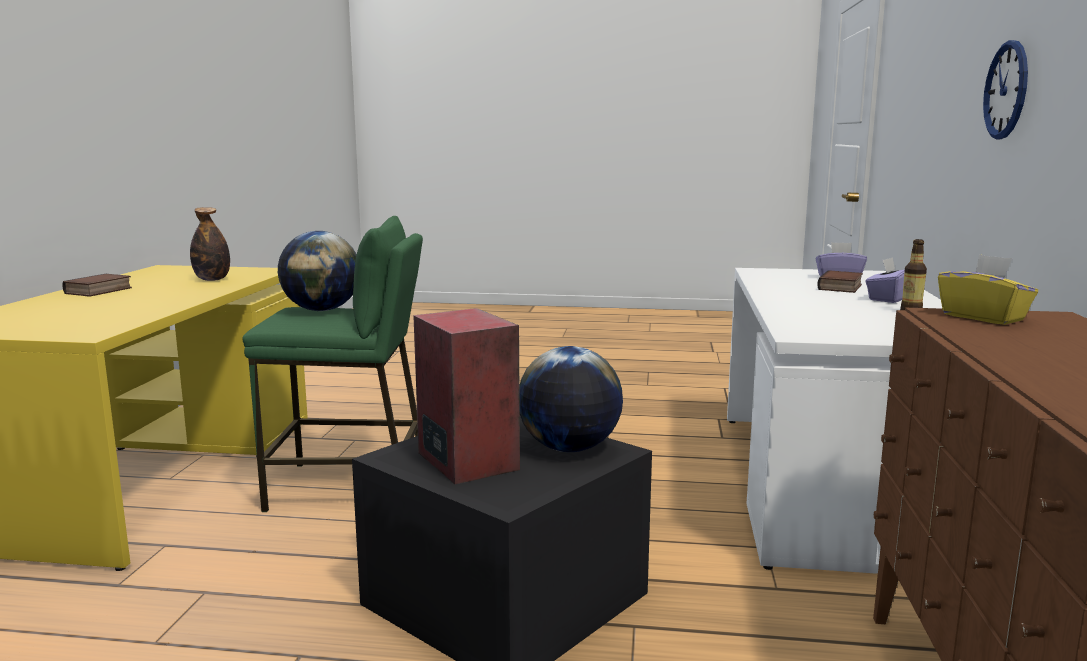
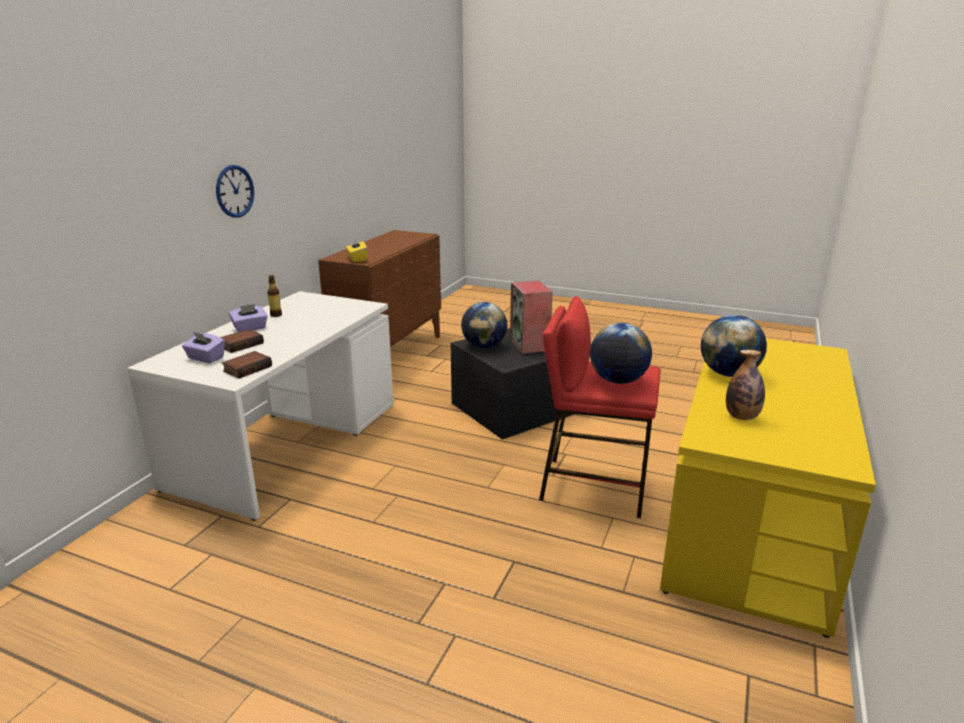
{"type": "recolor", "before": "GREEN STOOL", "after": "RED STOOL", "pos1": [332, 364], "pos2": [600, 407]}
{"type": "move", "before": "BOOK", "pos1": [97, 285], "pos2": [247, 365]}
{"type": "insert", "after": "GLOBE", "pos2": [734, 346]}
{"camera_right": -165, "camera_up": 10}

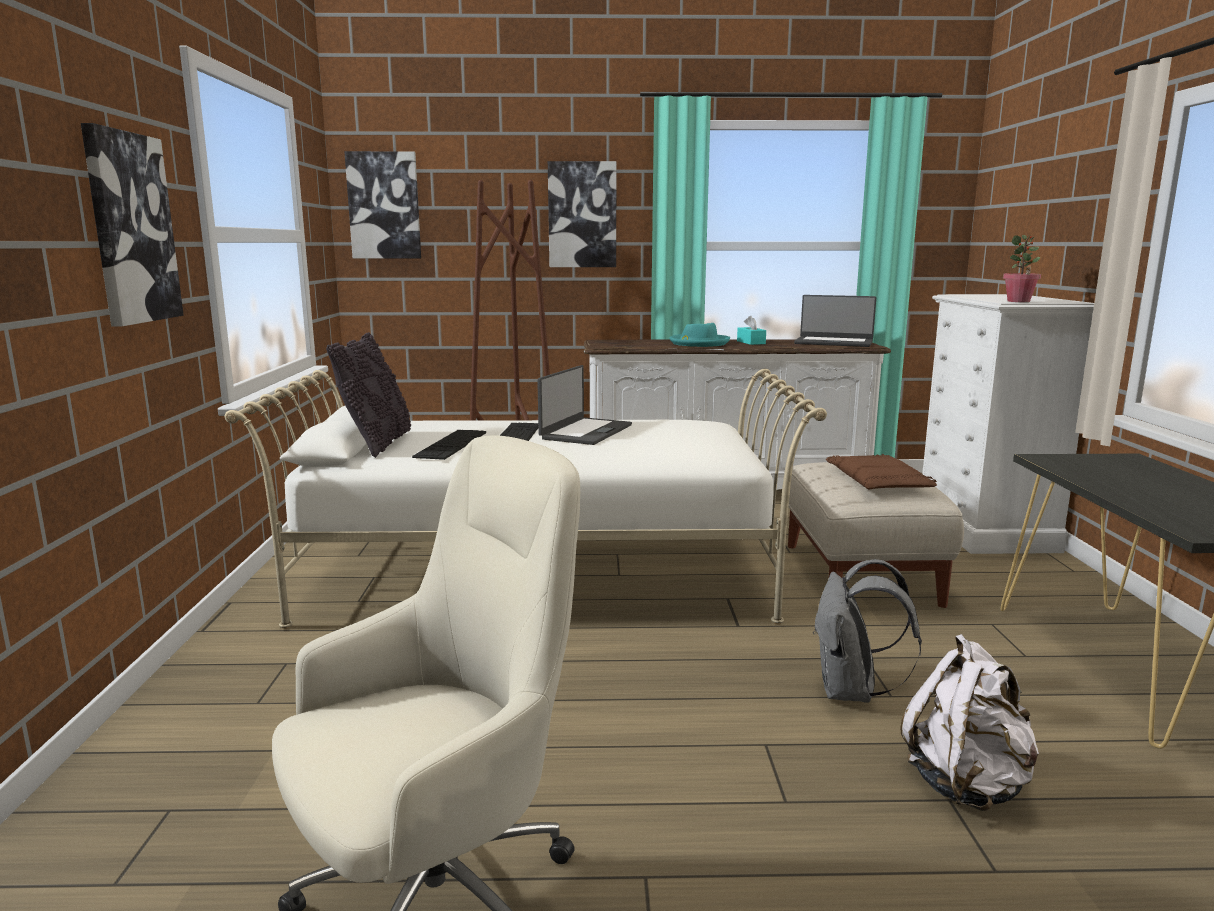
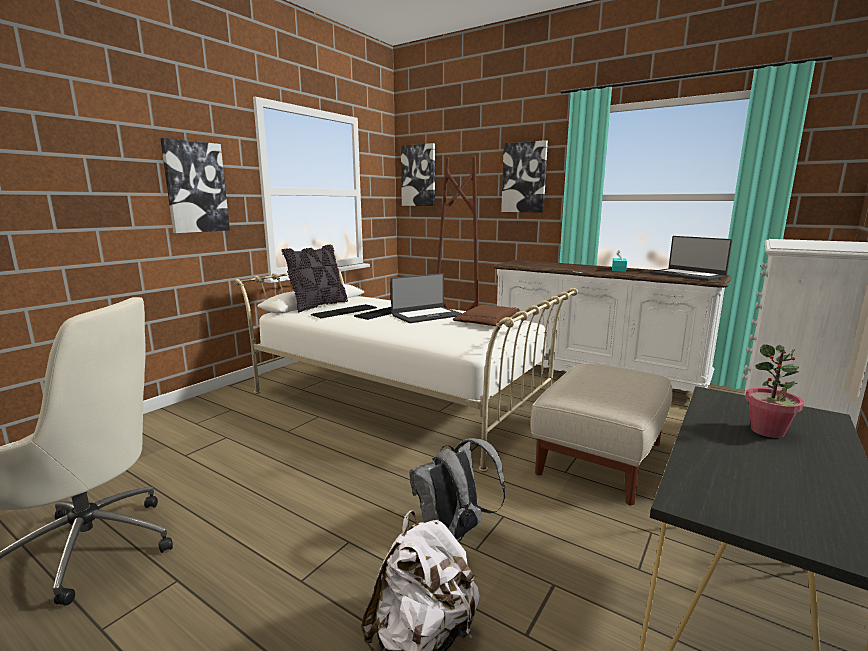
{"type": "move", "before": "POTTED PLANT", "pos1": [1022, 268], "pos2": [774, 391]}
{"type": "delete", "before": "TURQUOISE HAT", "pos1": [699, 335]}
{"type": "move", "before": "BROWN PILLOW", "pos1": [881, 472], "pos2": [486, 315]}
{"camera_right": 35, "camera_up": 0}

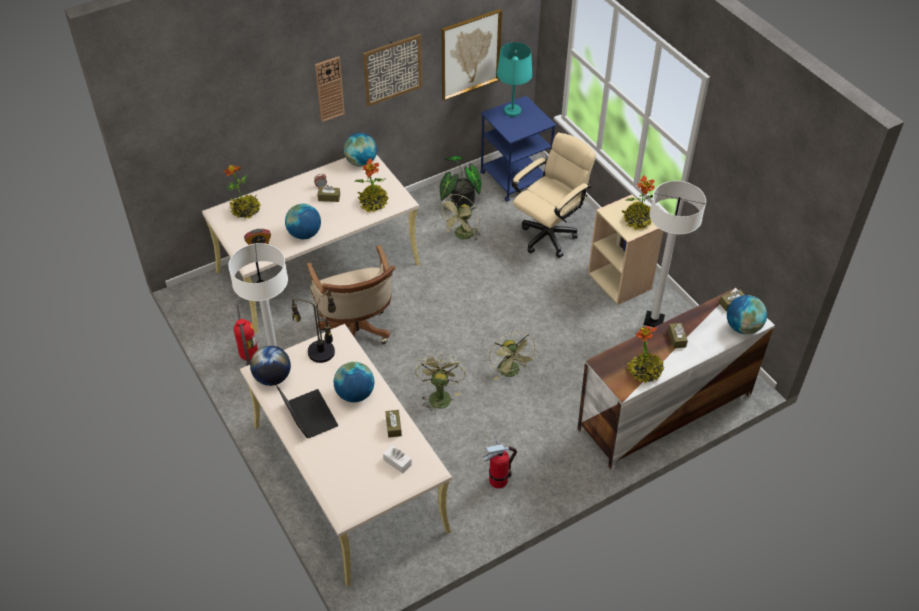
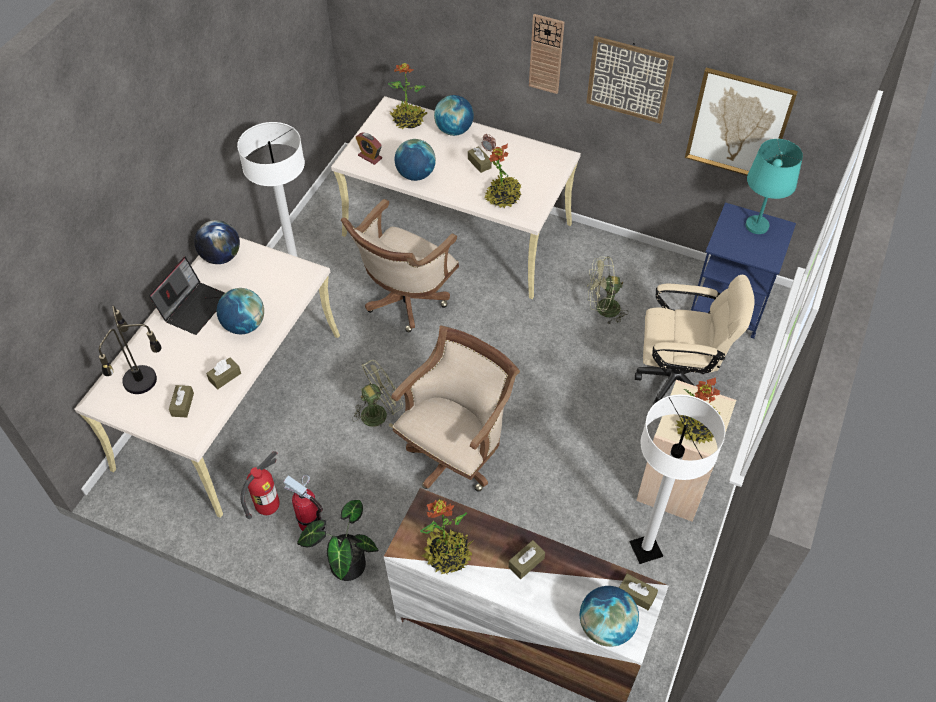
{"type": "move", "before": "GLOBE", "pos1": [360, 150], "pos2": [454, 115]}
{"type": "move", "before": "POTTED PLANT", "pos1": [461, 182], "pos2": [338, 540]}
{"type": "move", "before": "TABLE LAMP", "pos1": [313, 326], "pos2": [130, 349]}
{"type": "move", "before": "FIRE EXTINGUISHER", "pos1": [246, 335], "pos2": [260, 485]}
{"type": "replace", "before": "GREEN FAN", "after": "OFFICE CHAIR", "pos1": [513, 356], "pos2": [455, 408]}
{"type": "recolor", "before": "WHITE TISSUE BOX", "after": "BROWN TISSUE BOX", "pos1": [397, 459], "pos2": [181, 401]}
{"camera_right": 55, "camera_up": 5}

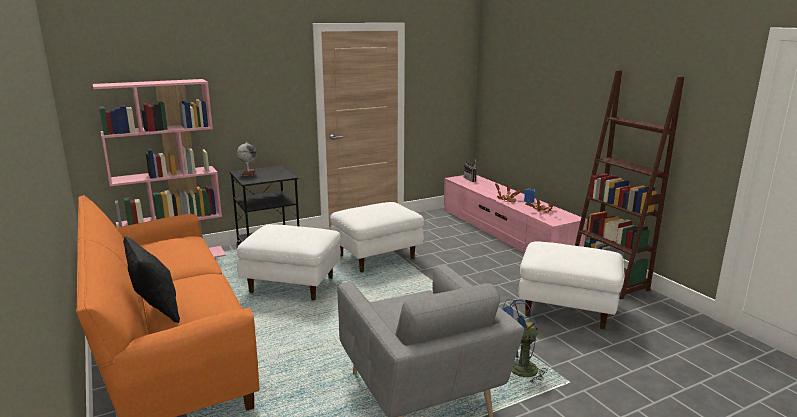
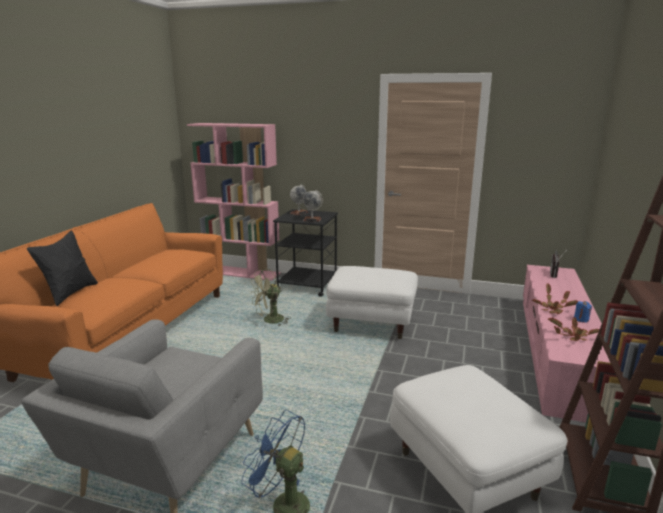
{"type": "replace", "before": "WHITE OTTOMAN", "after": "GREEN FAN", "pos1": [289, 262], "pos2": [269, 297]}
{"type": "insert", "after": "GLOBE", "pos2": [313, 206]}
{"camera_right": 45, "camera_up": 0}

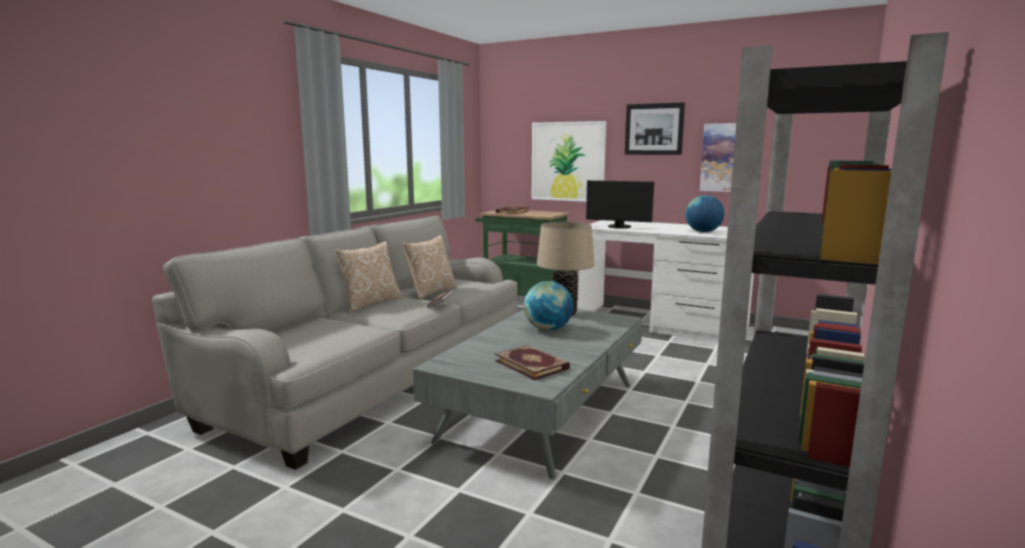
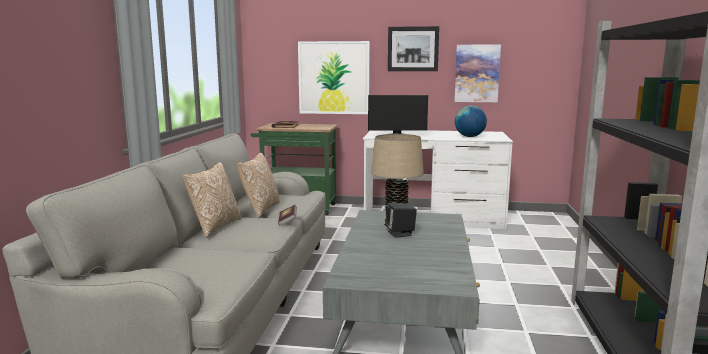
{"type": "replace", "before": "GLOBE", "after": "BLACK SPEAKER", "pos1": [549, 306], "pos2": [400, 220]}
{"type": "delete", "before": "BOOK", "pos1": [532, 362]}
{"camera_right": -20, "camera_up": 0}

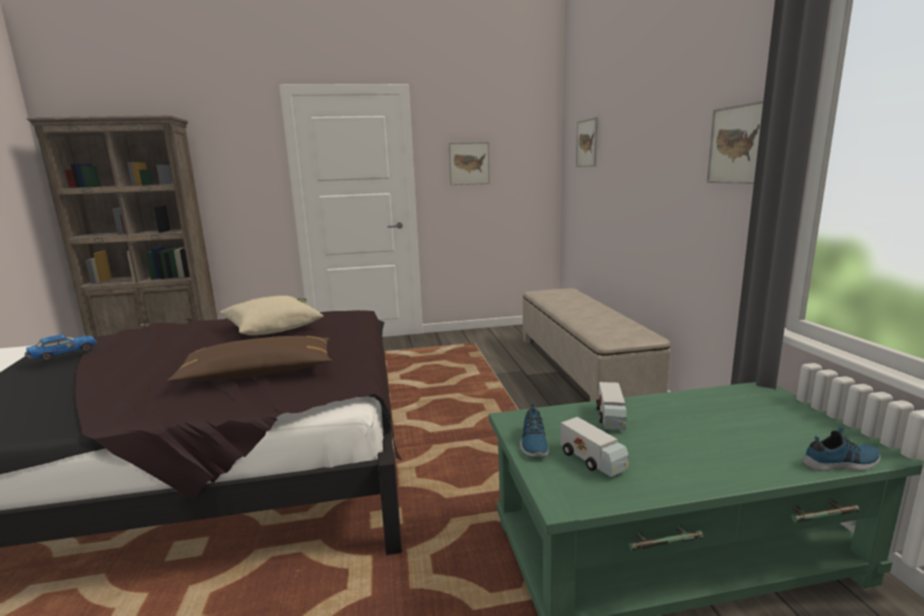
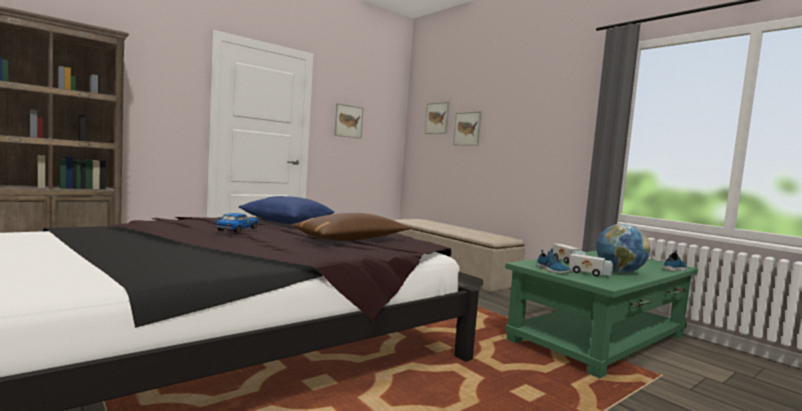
{"type": "move", "before": "PICTURE", "pos1": [735, 142], "pos2": [467, 128]}
{"type": "recolor", "before": "BEIGE PILLOW", "after": "BLUE PILLOW", "pos1": [271, 315], "pos2": [286, 210]}
{"type": "move", "before": "TOY CAR", "pos1": [61, 348], "pos2": [236, 223]}
{"type": "insert", "after": "GLOBE", "pos2": [623, 248]}
{"camera_right": -30, "camera_up": -10}

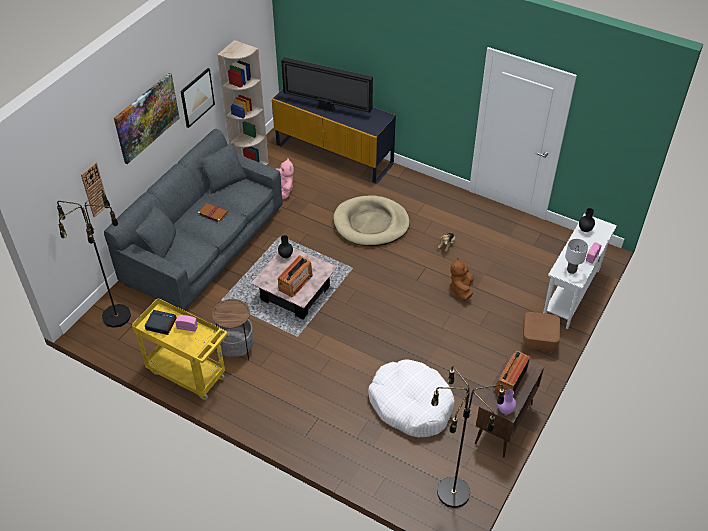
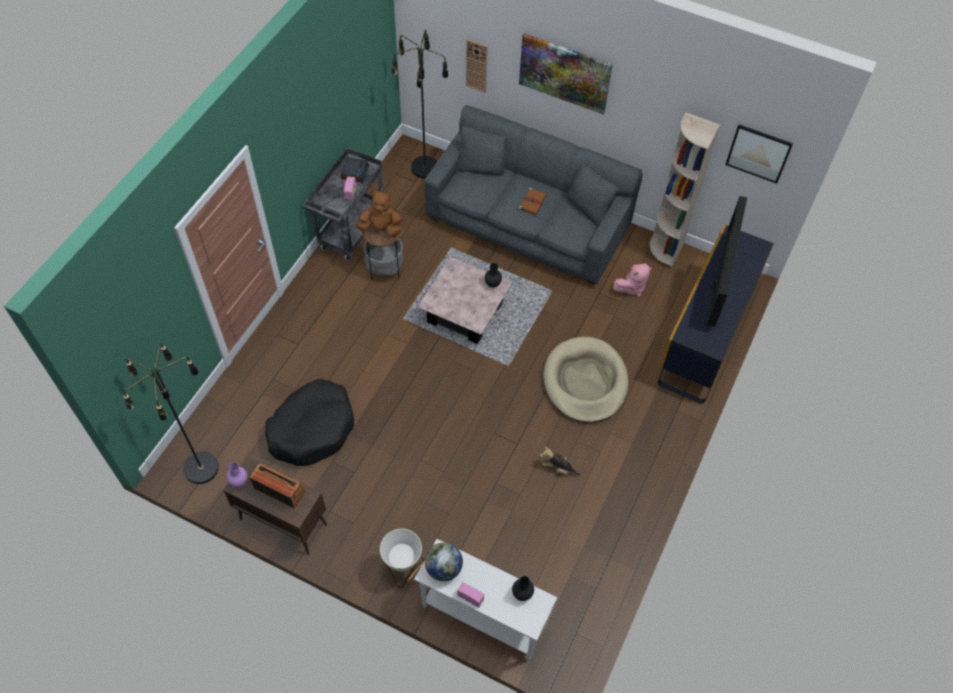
{"type": "move", "before": "PICTURE", "pos1": [198, 98], "pos2": [759, 154]}
{"type": "replace", "before": "WHITE TABLE LAMP", "after": "GLOBE", "pos1": [576, 256], "pos2": [444, 561]}
{"type": "delete", "before": "RADIO", "pos1": [295, 276]}
{"type": "move", "before": "BROWN PLUSH TOY", "pos1": [462, 278], "pos2": [379, 213]}
{"type": "recolor", "before": "YELLOW CART", "after": "GREY CART", "pos1": [179, 349], "pos2": [343, 204]}
{"type": "replace", "before": "BROWN OTTOMAN", "after": "PLANTER", "pos1": [541, 332], "pos2": [402, 559]}
{"type": "recolor", "before": "WHITE DOG BED", "after": "BLACK DOG BED", "pos1": [411, 398], "pos2": [309, 422]}
{"camera_right": 85, "camera_up": 10}

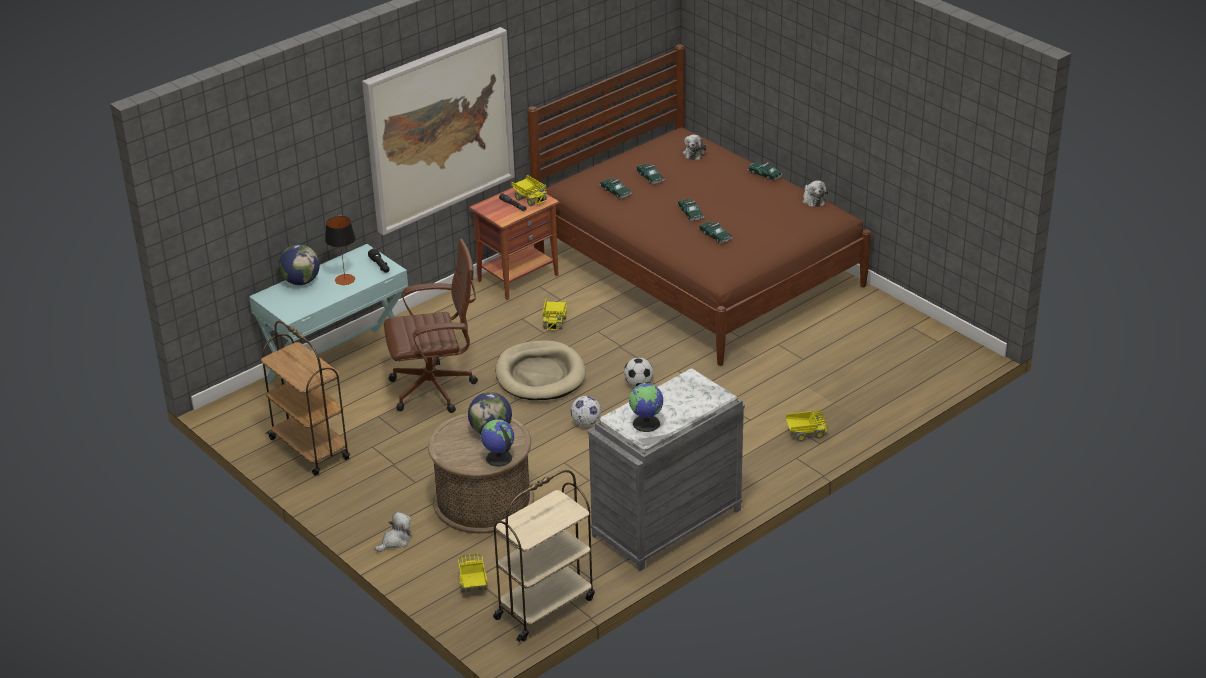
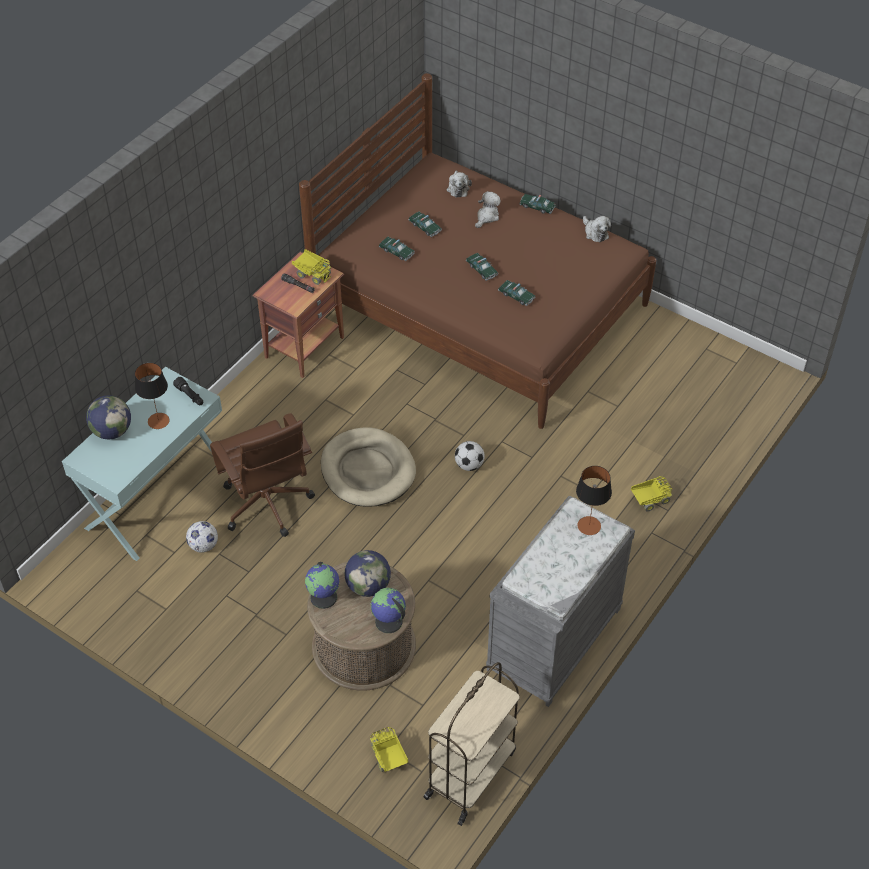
{"type": "delete", "before": "PICTURE", "pos1": [438, 131]}
{"type": "rotate", "before": "BROWN OFFICE CHAIR", "pos1": [431, 326], "pos2": [262, 475], "turn": 90}
{"type": "delete", "before": "TOY TRUCK", "pos1": [554, 315]}
{"type": "delete", "before": "BROWN CART", "pos1": [305, 398]}
{"type": "move", "before": "GLOBE", "pos1": [646, 407], "pos2": [322, 585]}
{"type": "move", "before": "FOOTBALL", "pos1": [586, 411], "pos2": [202, 536]}
{"type": "move", "before": "PLUSH TOY", "pos1": [393, 532], "pos2": [488, 209]}
{"type": "insert", "after": "TABLE LAMP", "pos2": [594, 500]}
{"camera_right": -15, "camera_up": 15}

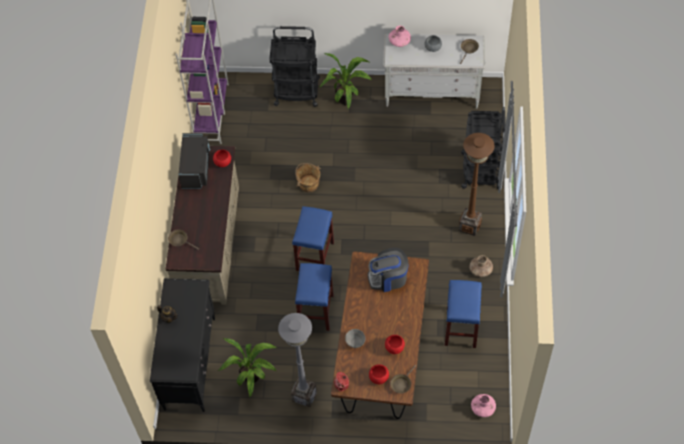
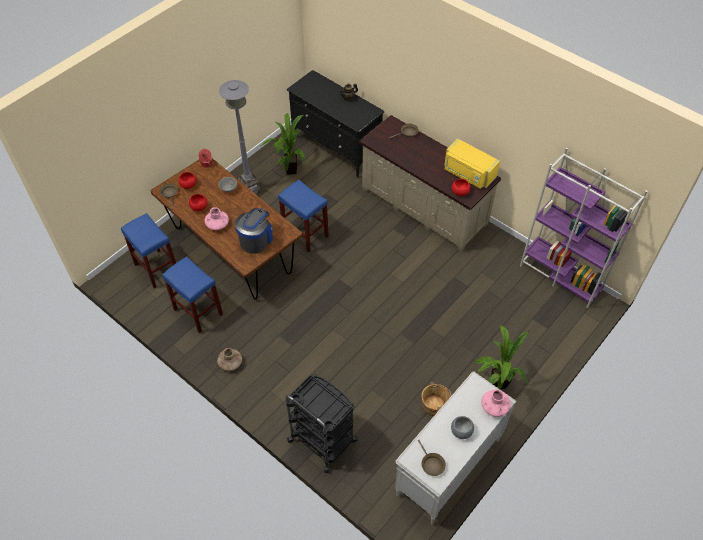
{"type": "delete", "before": "BLACK CART", "pos1": [294, 66]}
{"type": "recolor", "before": "BLACK MICROWAVE", "after": "YELLOW MICROWAVE", "pos1": [194, 161], "pos2": [472, 164]}
{"type": "delete", "before": "BROWN FLOOR LAMP", "pos1": [477, 184]}
{"type": "move", "before": "BROWN BUCKET", "pos1": [308, 177], "pos2": [436, 399]}
{"type": "move", "before": "BLUE STOOL", "pos1": [313, 238], "pos2": [148, 251]}
{"type": "move", "before": "PINK VASE", "pos1": [483, 405], "pos2": [216, 218]}
{"camera_right": 125, "camera_up": -5}

